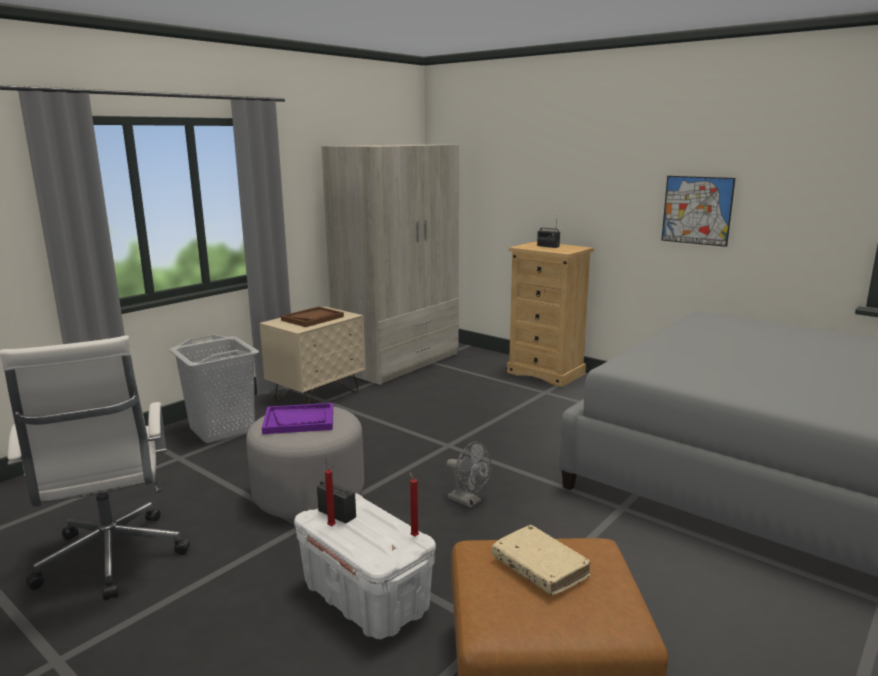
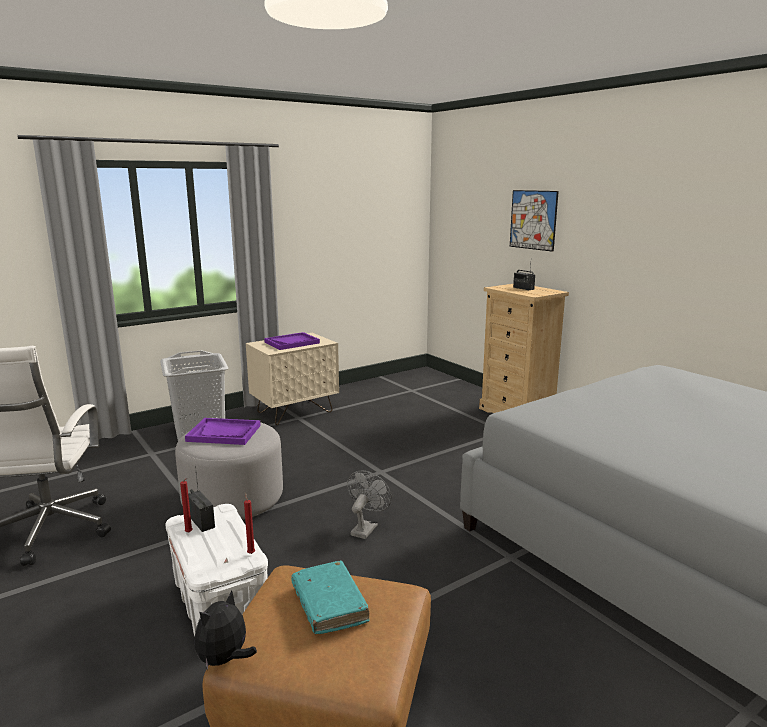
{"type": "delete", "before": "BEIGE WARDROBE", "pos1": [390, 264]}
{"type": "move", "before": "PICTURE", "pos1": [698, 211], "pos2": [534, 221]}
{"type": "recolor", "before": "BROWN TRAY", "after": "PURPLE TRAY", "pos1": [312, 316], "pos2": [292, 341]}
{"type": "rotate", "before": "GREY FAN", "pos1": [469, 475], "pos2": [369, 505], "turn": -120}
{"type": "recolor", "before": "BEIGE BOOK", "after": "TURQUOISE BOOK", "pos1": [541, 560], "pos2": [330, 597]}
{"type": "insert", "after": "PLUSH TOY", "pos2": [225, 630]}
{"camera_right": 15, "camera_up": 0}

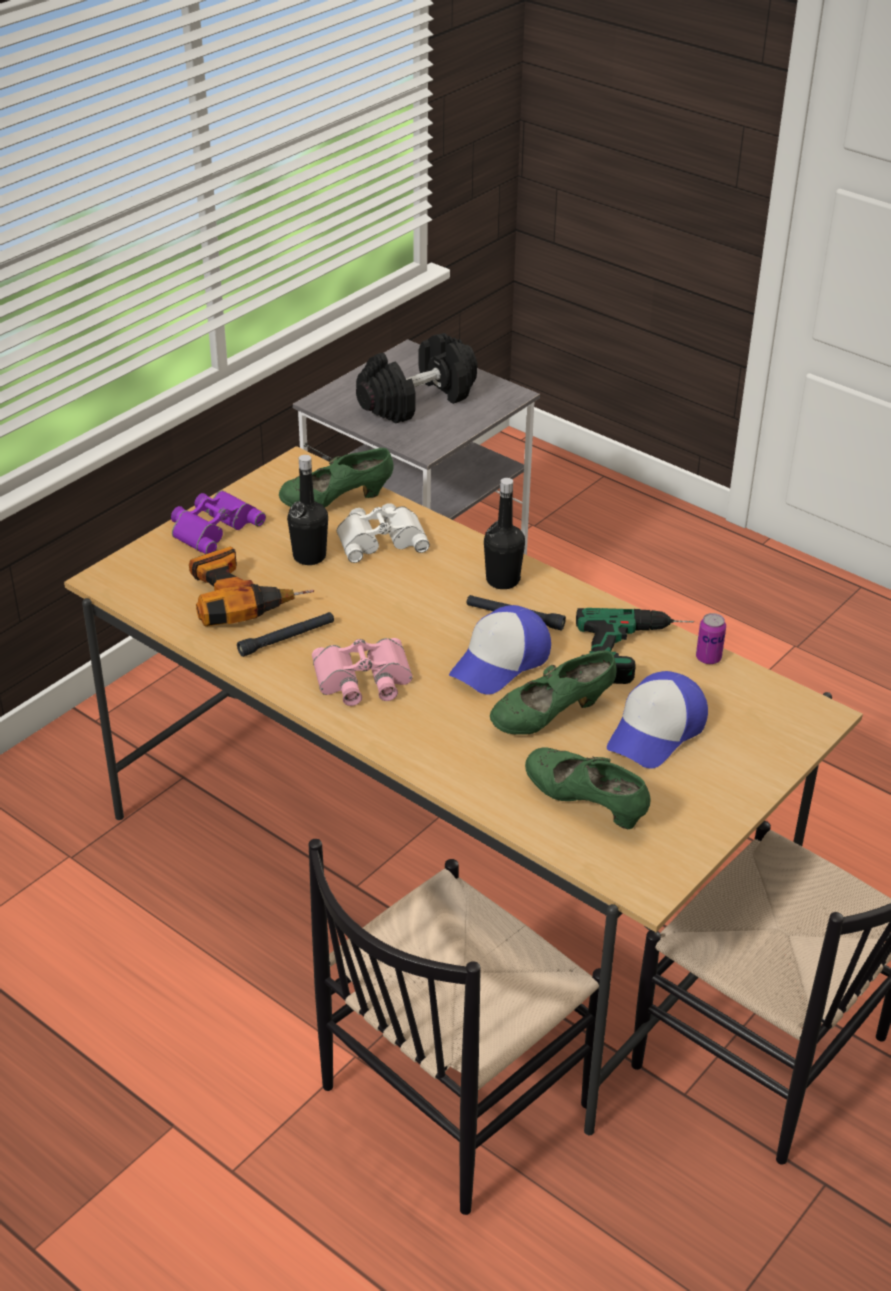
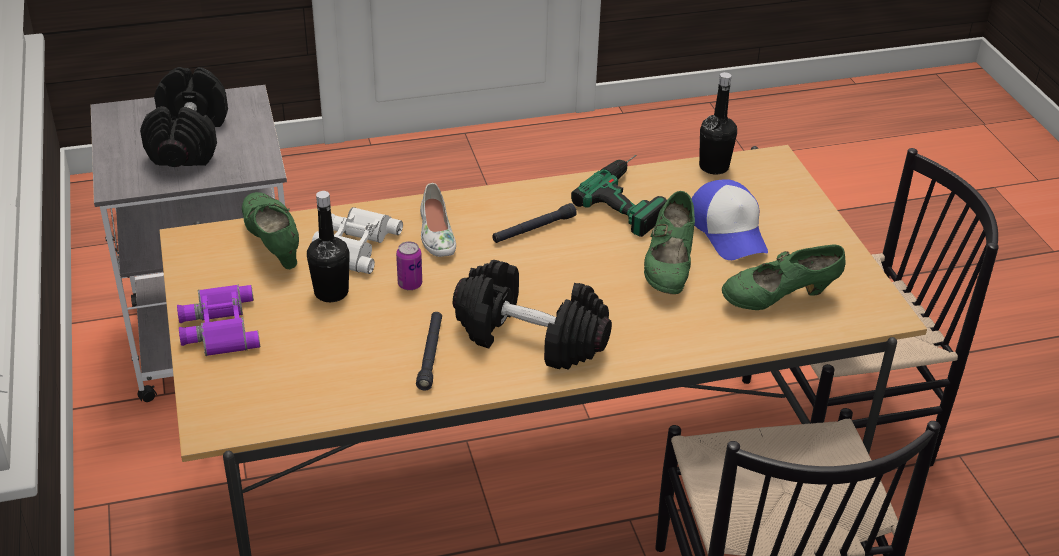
{"type": "rotate", "before": "GREEN SHOE", "pos1": [336, 477], "pos2": [270, 230], "turn": 135}
{"type": "move", "before": "BLACK BOTTLE", "pos1": [504, 533], "pos2": [718, 123]}
{"type": "delete", "before": "POWER DRILL", "pos1": [251, 586]}
{"type": "delete", "before": "CAP", "pos1": [500, 650]}
{"type": "move", "before": "CAN", "pos1": [711, 638], "pos2": [409, 266]}
{"type": "replace", "before": "PINK BINOCULARS", "after": "BLACK DUMBBELL", "pos1": [362, 672], "pos2": [532, 315]}
{"type": "insert", "after": "WHITE SHOE", "pos2": [438, 220]}
{"camera_right": -55, "camera_up": 0}

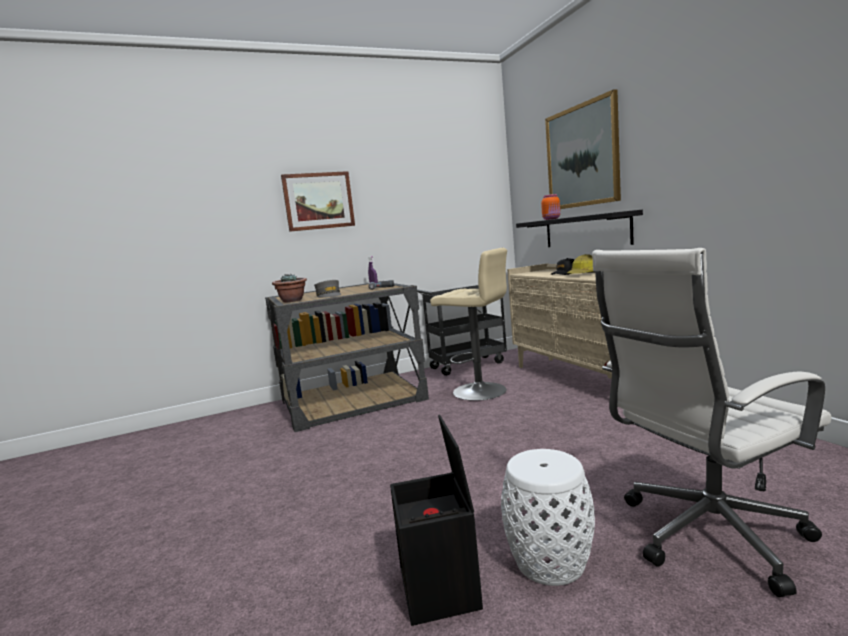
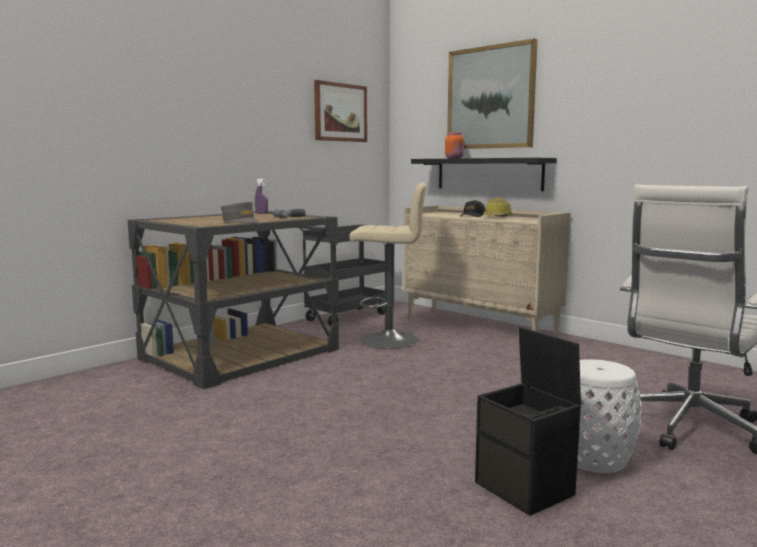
{"type": "move", "before": "PICTURE", "pos1": [318, 201], "pos2": [340, 111]}
{"type": "delete", "before": "POTTED PLANT", "pos1": [289, 288]}
{"camera_right": -25, "camera_up": 0}

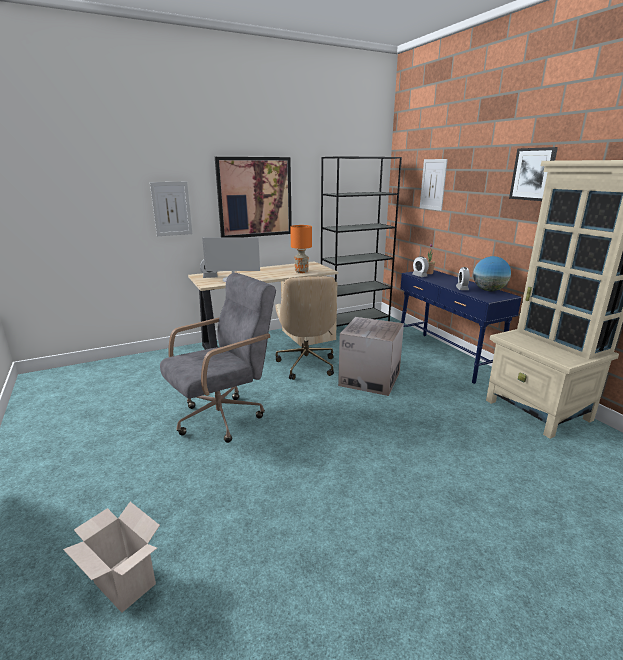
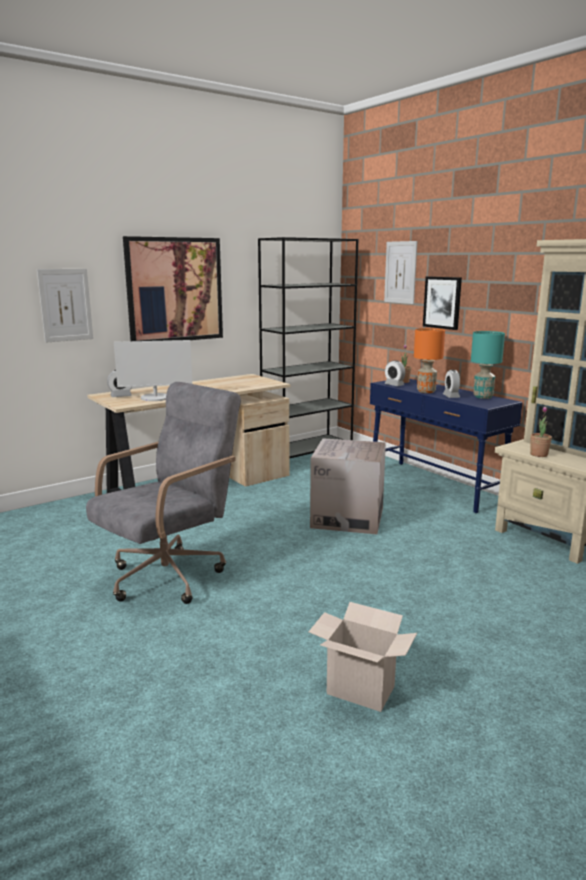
{"type": "move", "before": "PICTURE", "pos1": [533, 174], "pos2": [442, 303]}
{"type": "move", "before": "ORANGE TABLE LAMP", "pos1": [301, 249], "pos2": [429, 360]}
{"type": "replace", "before": "GLOBE", "after": "TURQUOISE TABLE LAMP", "pos1": [492, 273], "pos2": [488, 365]}
{"type": "delete", "before": "BEIGE OFFICE CHAIR", "pos1": [306, 328]}
{"type": "move", "before": "CARDBOARD BOX", "pos1": [111, 557], "pos2": [363, 657]}
{"type": "insert", "after": "POTTED PLANT", "pos2": [541, 431]}
{"camera_right": -10, "camera_up": -5}

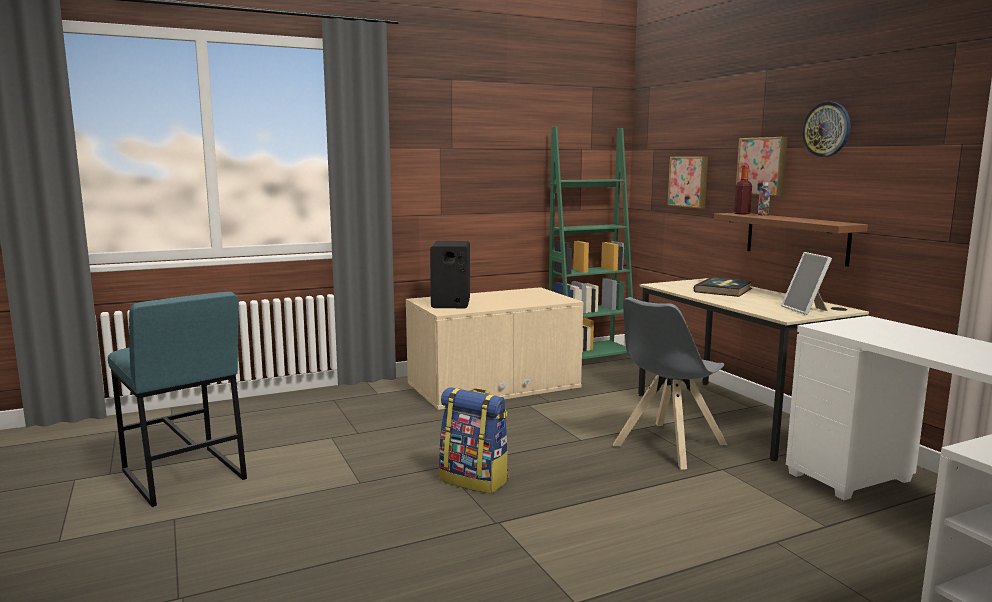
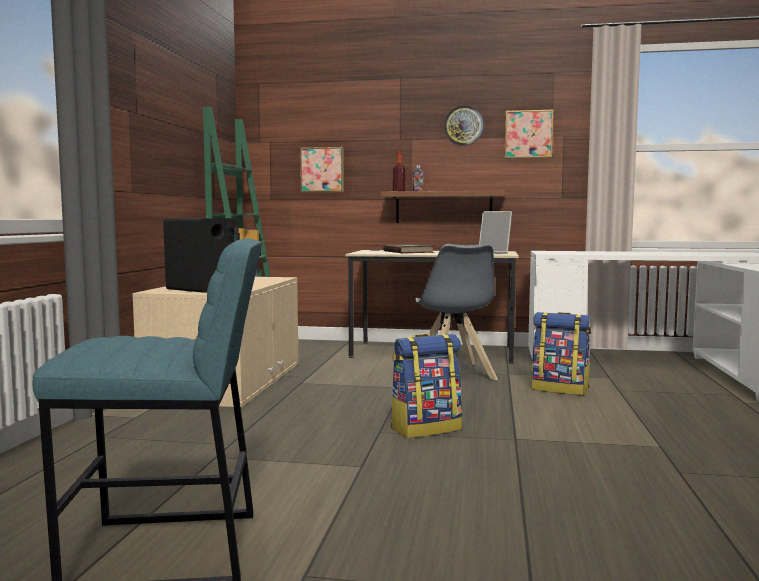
{"type": "move", "before": "PICTURE", "pos1": [762, 167], "pos2": [529, 134]}
{"type": "insert", "after": "BACKPACK", "pos2": [561, 353]}
{"camera_right": -55, "camera_up": -5}

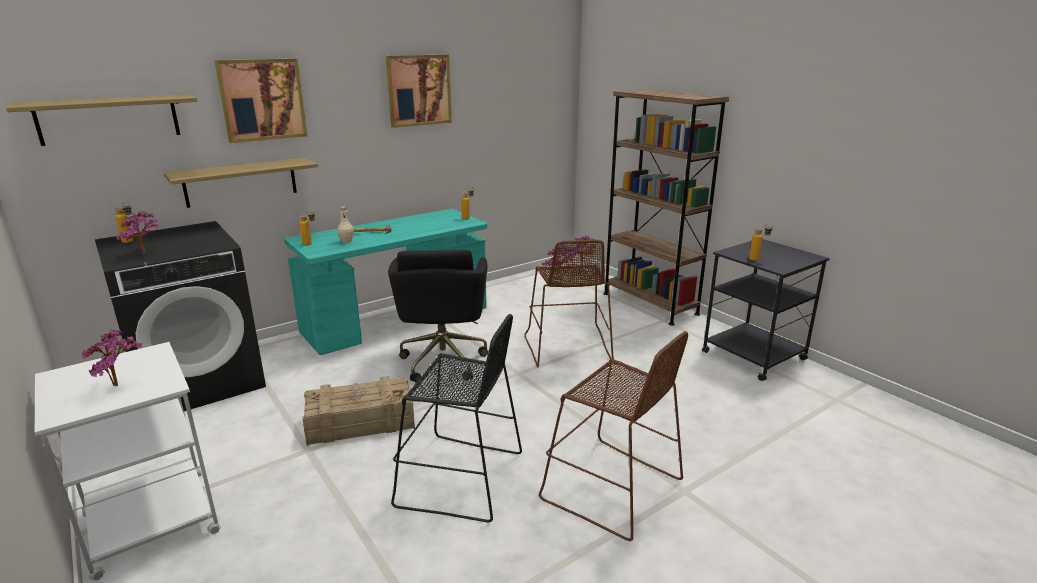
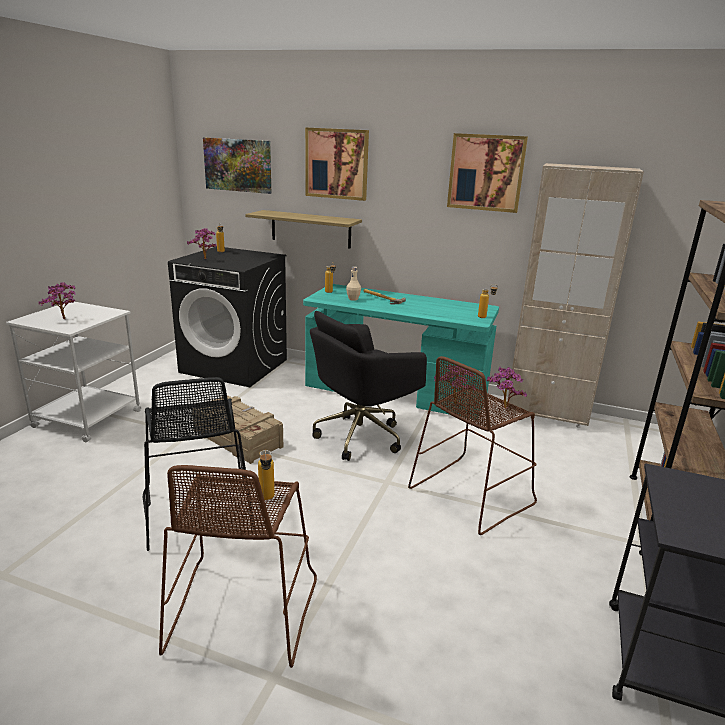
{"type": "replace", "before": "SHELF", "after": "PICTURE", "pos1": [101, 120], "pos2": [237, 165]}
{"type": "move", "before": "BOTTLE", "pos1": [761, 242], "pos2": [266, 475]}
{"type": "insert", "after": "BEIGE CABINET", "pos2": [575, 295]}
{"camera_right": 55, "camera_up": 0}

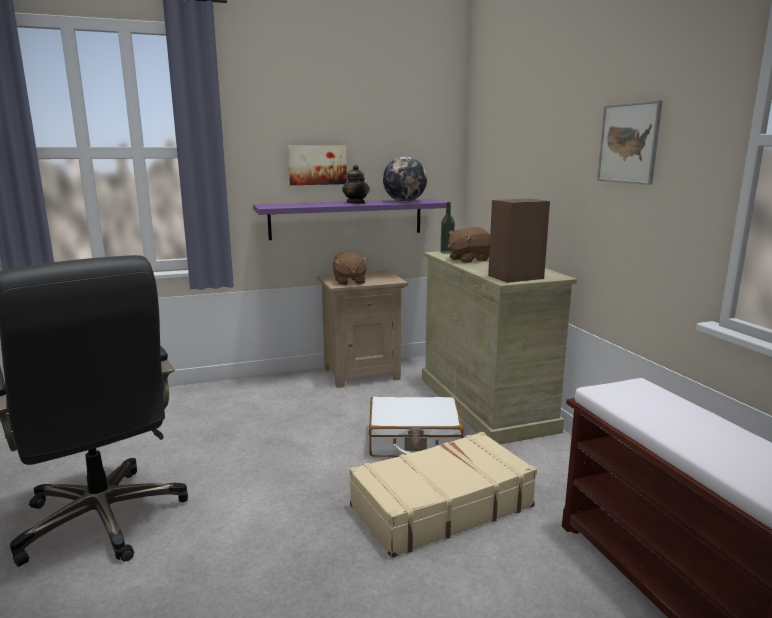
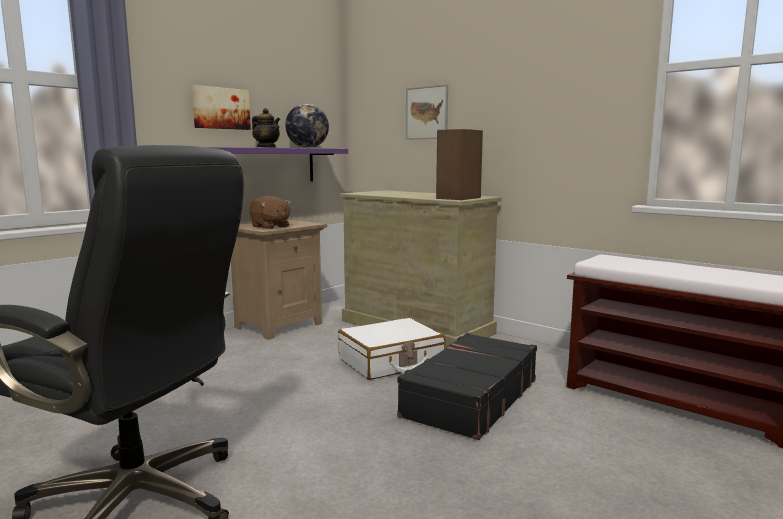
{"type": "move", "before": "PICTURE", "pos1": [630, 142], "pos2": [427, 112]}
{"type": "delete", "before": "BOTTLE", "pos1": [447, 228]}
{"type": "delete", "before": "BROWN PLUSH TOY", "pos1": [469, 245]}
{"type": "recolor", "before": "BEIGE SUITCASE", "after": "BLACK SUITCASE", "pos1": [443, 495], "pos2": [467, 386]}
{"camera_right": -30, "camera_up": -5}

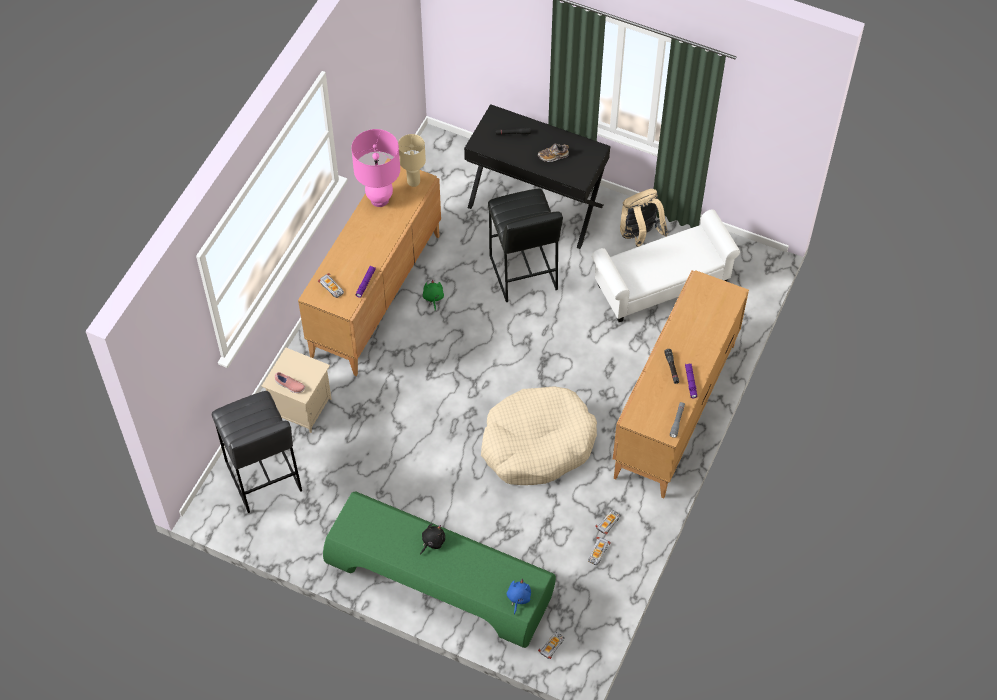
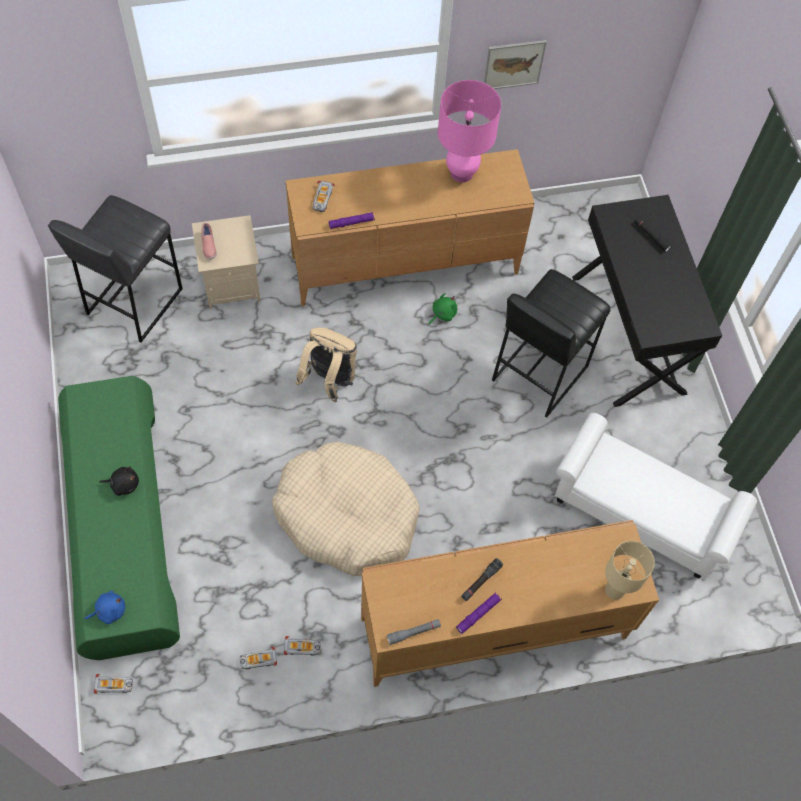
{"type": "move", "before": "BEIGE TABLE LAMP", "pos1": [412, 160], "pos2": [630, 570]}
{"type": "delete", "before": "SHOE", "pos1": [553, 153]}
{"type": "move", "before": "BEIGE BACKPACK", "pos1": [644, 218], "pos2": [326, 364]}
{"type": "insert", "after": "PICTURE", "pos2": [515, 64]}
{"camera_right": 50, "camera_up": 5}

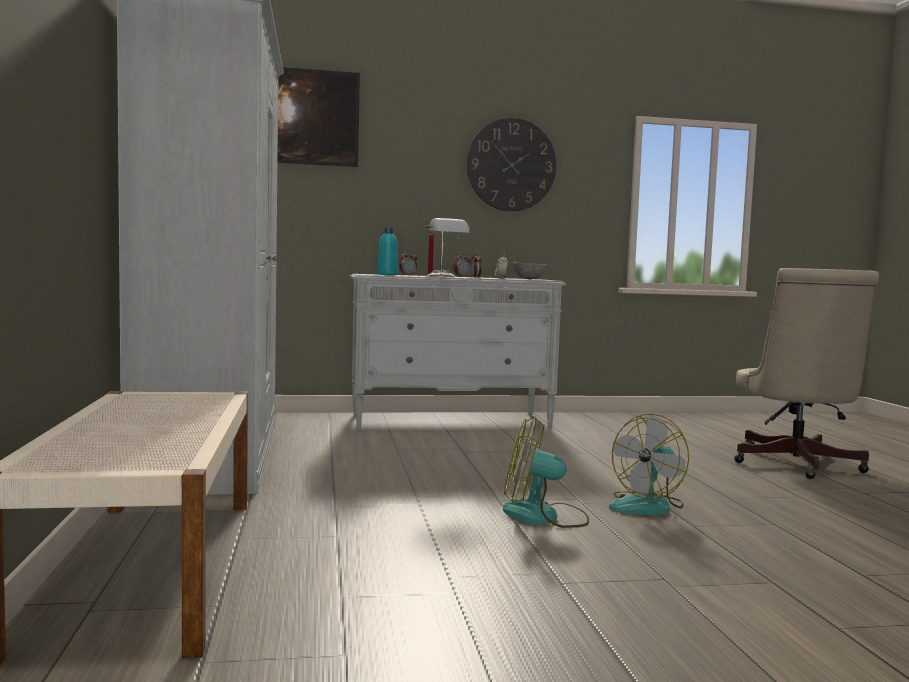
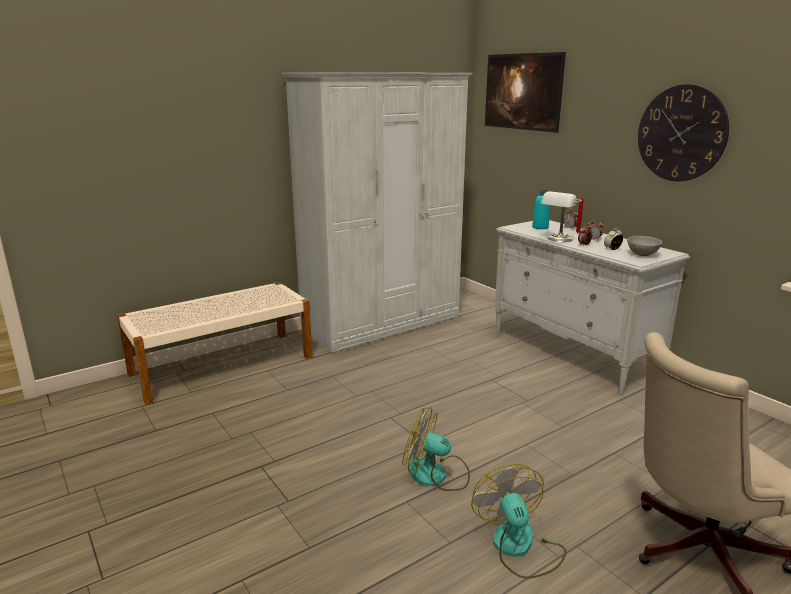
{"type": "move", "before": "FAN", "pos1": [546, 472], "pos2": [519, 521]}
{"camera_right": 65, "camera_up": 15}

